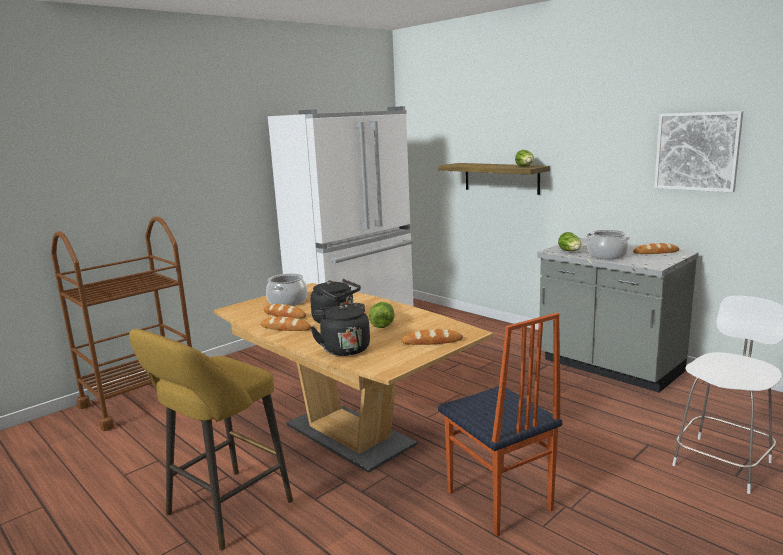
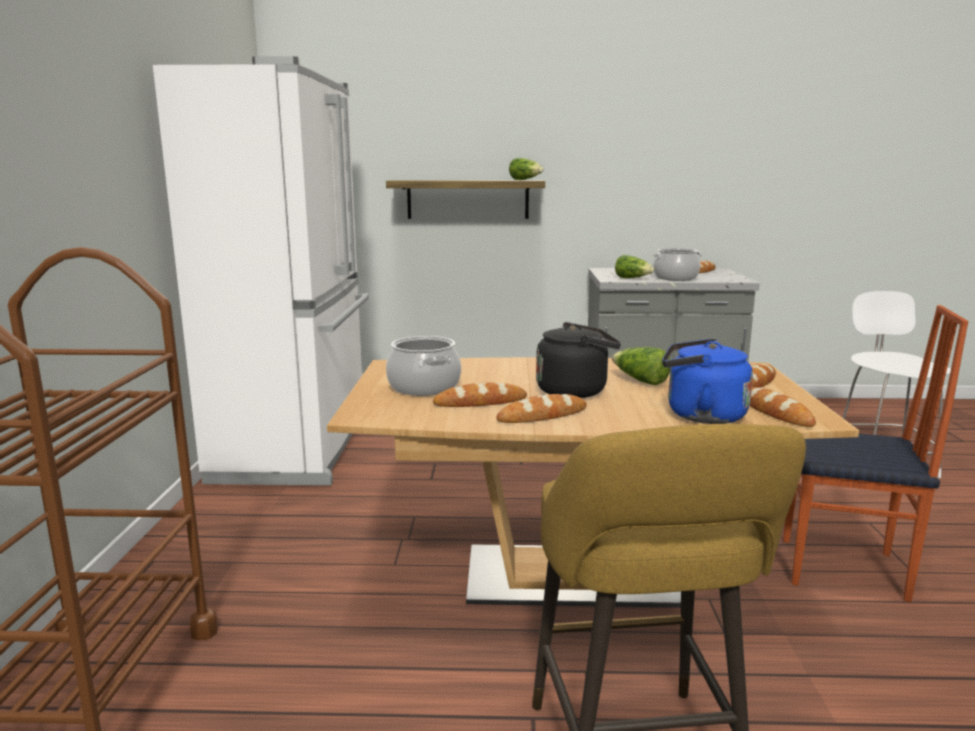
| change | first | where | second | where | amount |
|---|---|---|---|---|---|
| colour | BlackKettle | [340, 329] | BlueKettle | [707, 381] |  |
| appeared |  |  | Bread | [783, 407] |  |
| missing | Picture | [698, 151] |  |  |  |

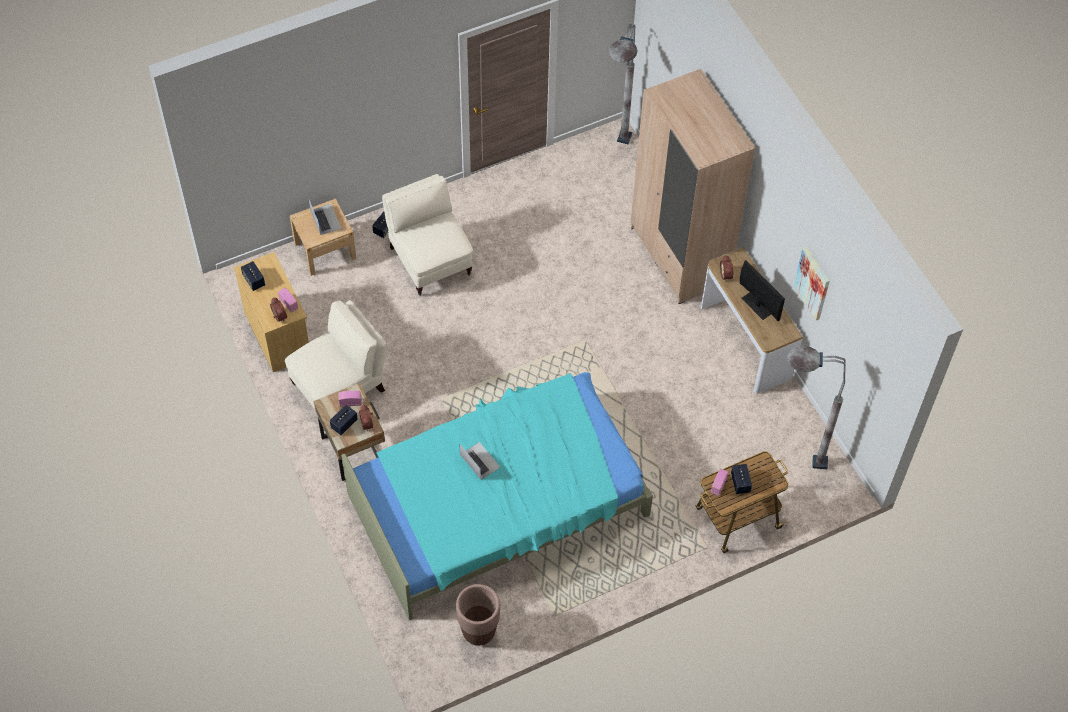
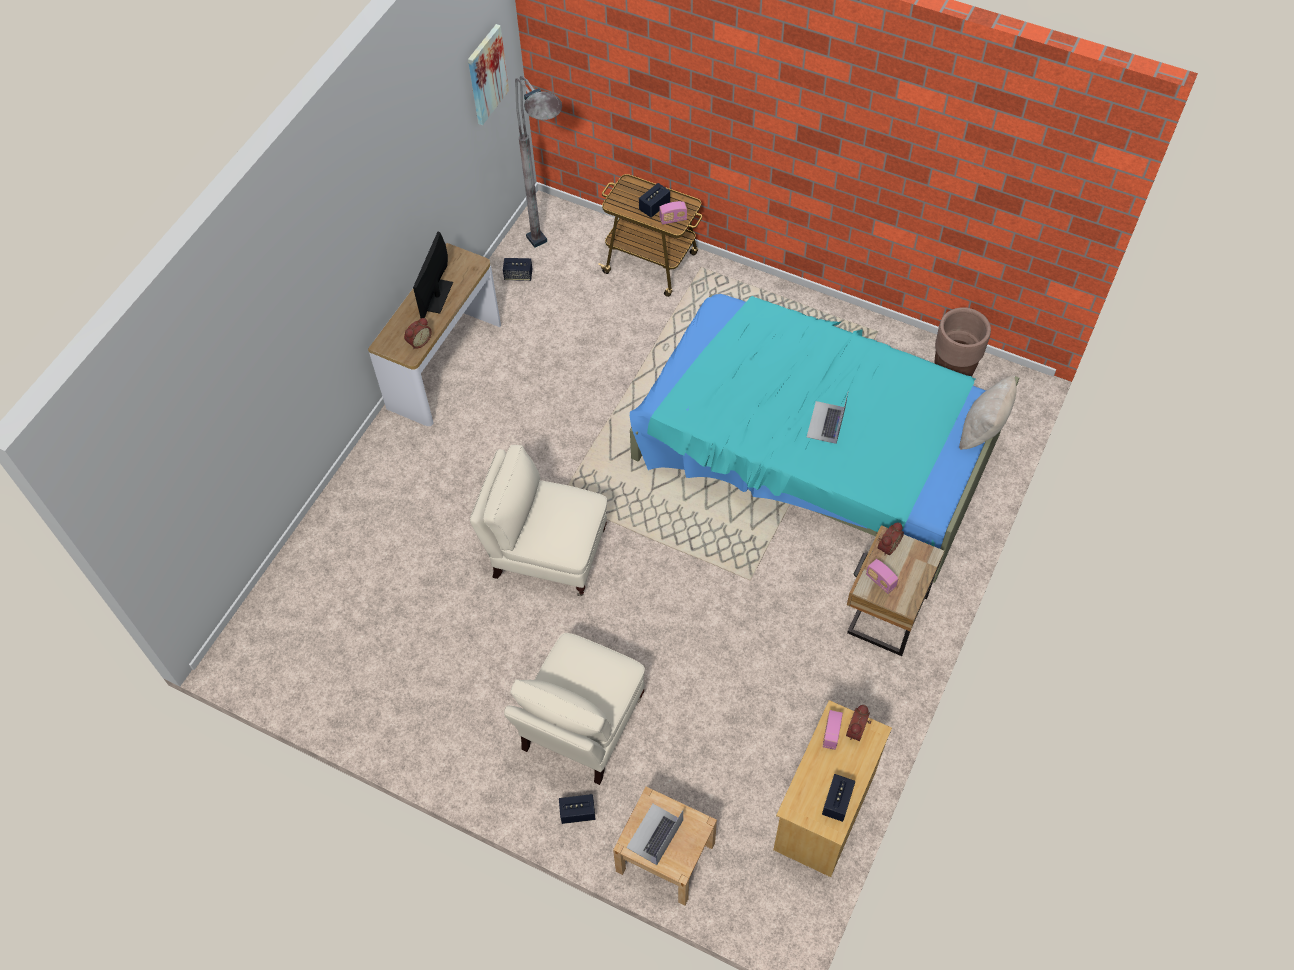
| change | first | where | second | where | amount |
|---|---|---|---|---|---|
| relocated | Picture | [811, 283] |  | [488, 74] |  |
| relocated | BeigeArmchair | [336, 354] |  | [538, 520] |  |
| relocated | Speaker | [344, 420] |  | [517, 269] |  |
| appeared |  |  | BeigePillow | [988, 413] |  |
| missing | GreyFloorLamp | [623, 84] |  |  |  |
| missing | BeigeWardrobe | [693, 186] |  |  |  |

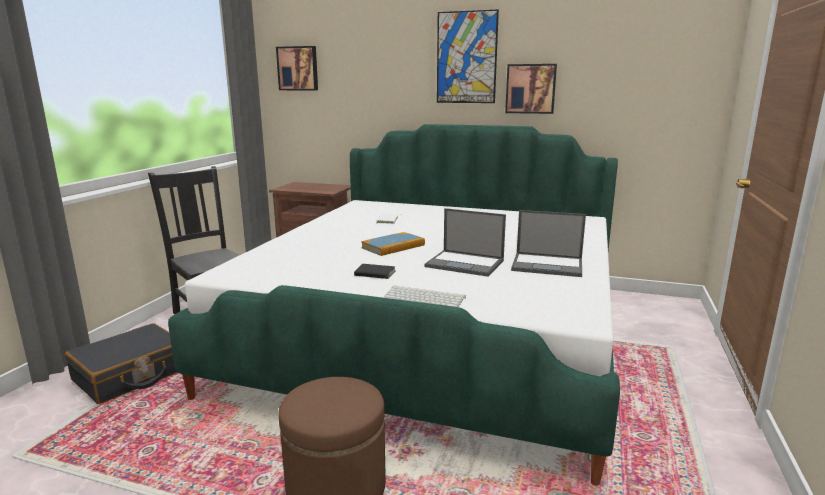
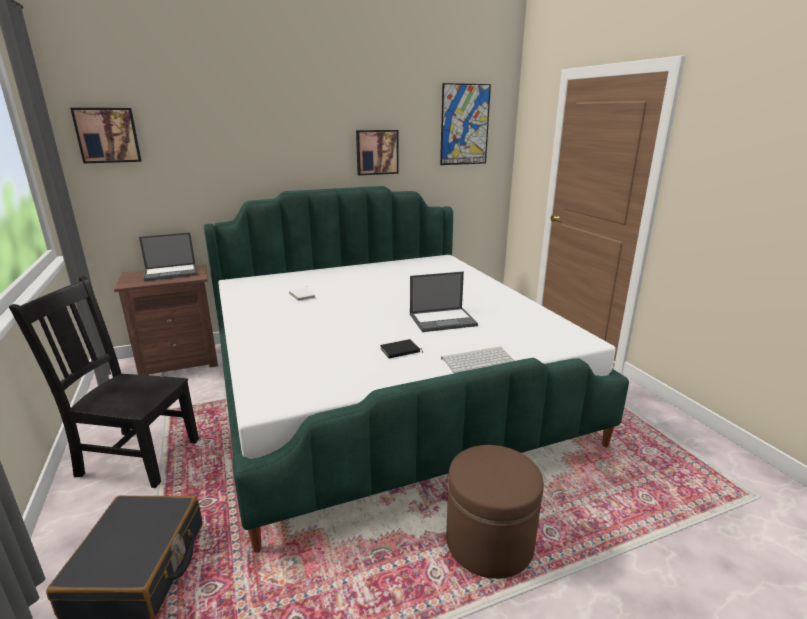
| change | first | where | second | where | amount |
|---|---|---|---|---|---|
| relocated | Laptop | [548, 243] |  | [168, 256] |  |
| relocated | Picture | [468, 56] |  | [465, 124] |  |
| missing | Book | [393, 244] |  |  |  |

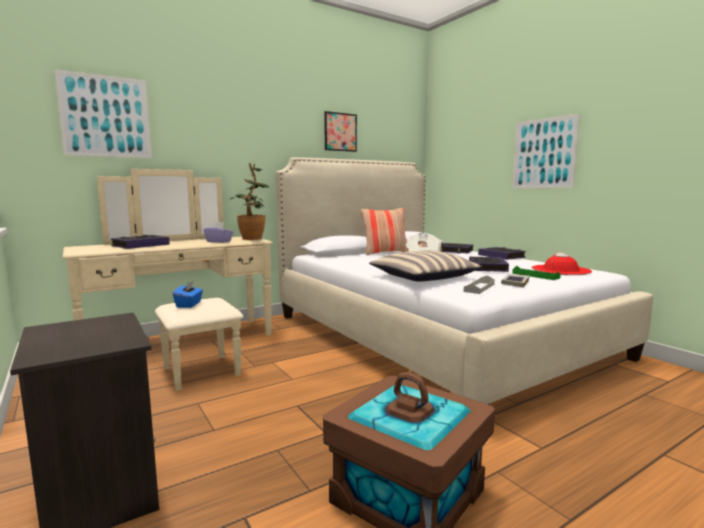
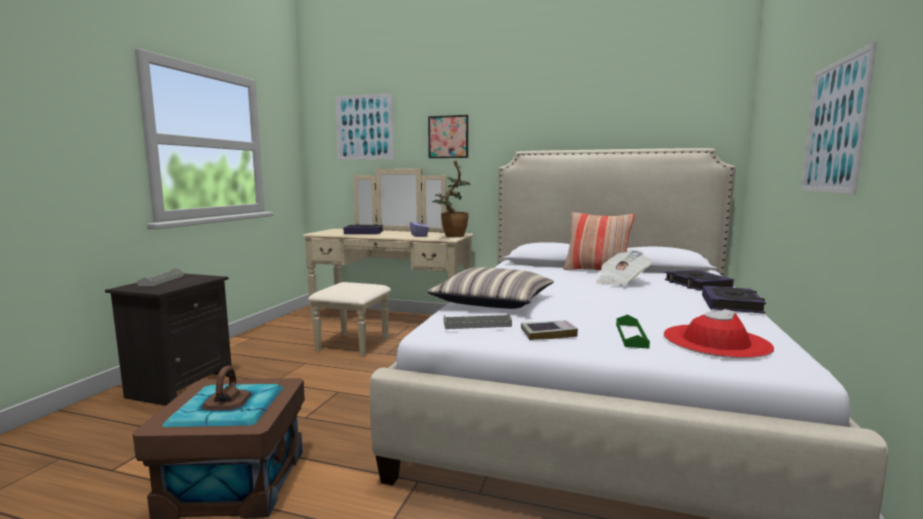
| change | first | where | second | where | amount |
|---|---|---|---|---|---|
| appeared |  |  | GreyTray | [160, 277] |  |
| relocated | Picture | [340, 131] |  | [448, 136] |  |
| missing | BlueTissueBox | [188, 294] |  |  |  |
| missing | Book | [489, 264] |  |  |  |

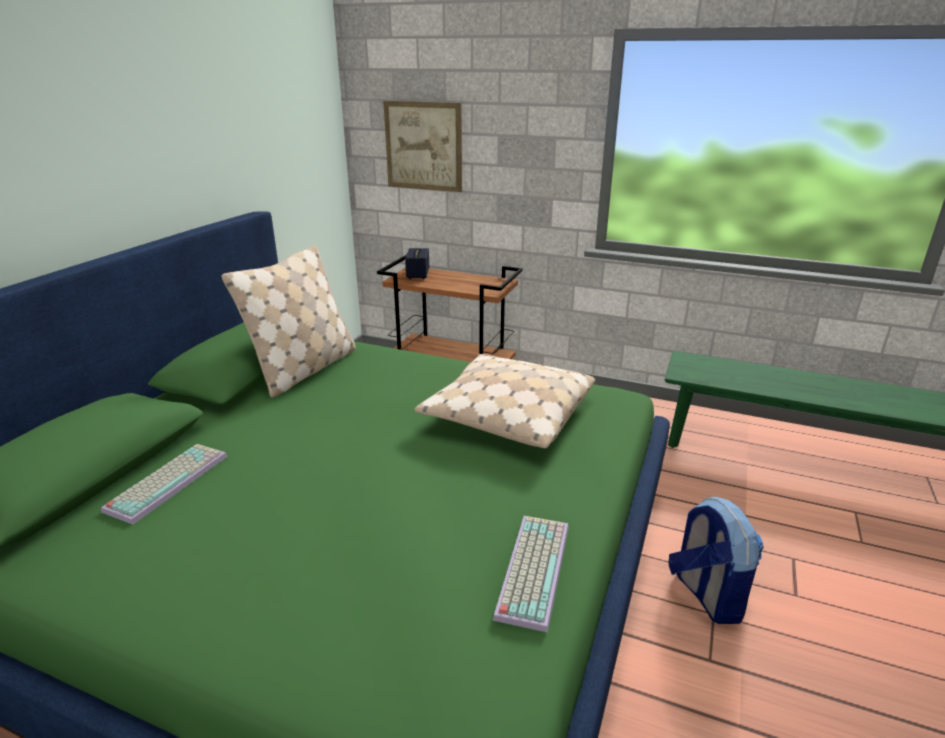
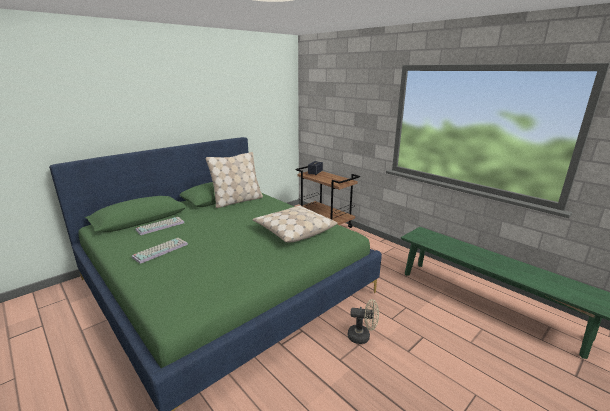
| change | first | where | second | where | amount |
|---|---|---|---|---|---|
| relocated | Keyboard | [531, 574] |  | [160, 251] |  |
| exchanged | Backpack | [716, 560] | BeigeFan | [363, 321] |  |
| missing | Picture | [422, 146] |  |  |  |

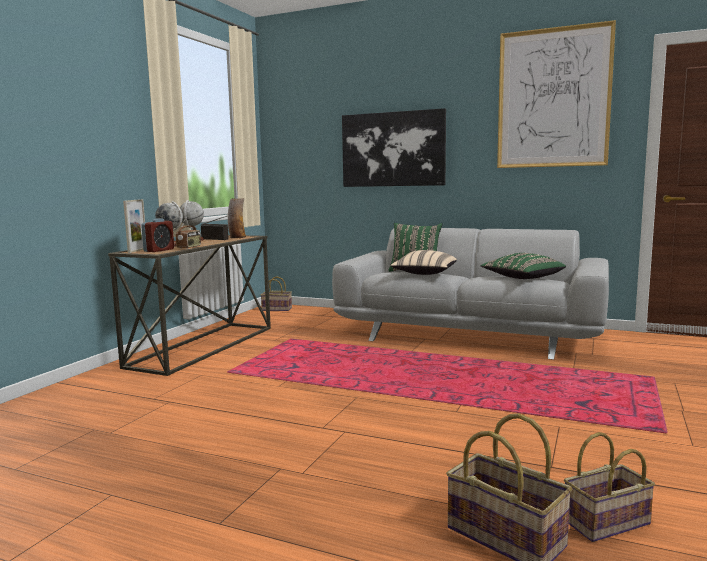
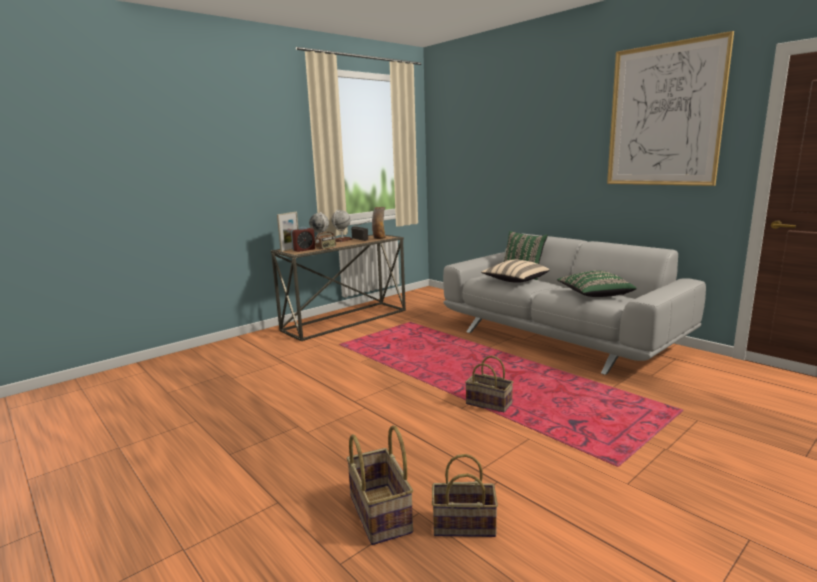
| change | first | where | second | where | amount |
|---|---|---|---|---|---|
| relocated | Basket | [276, 293] |  | [489, 383] |  |
| missing | Picture | [394, 147] |  |  |  |

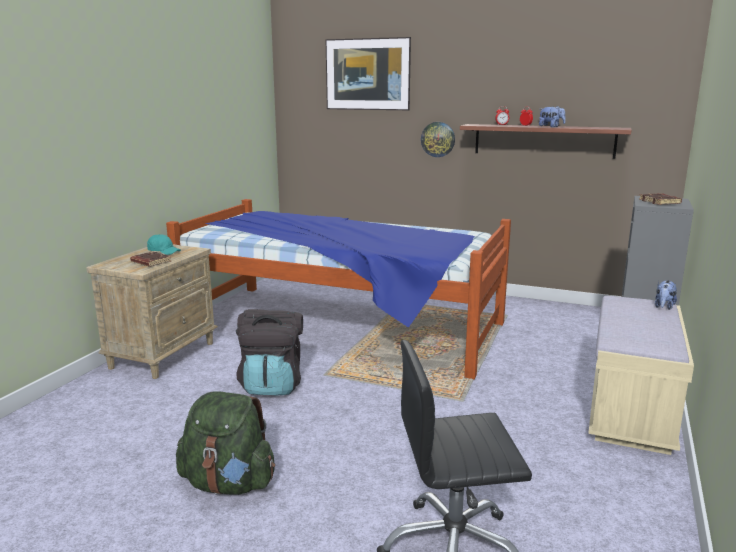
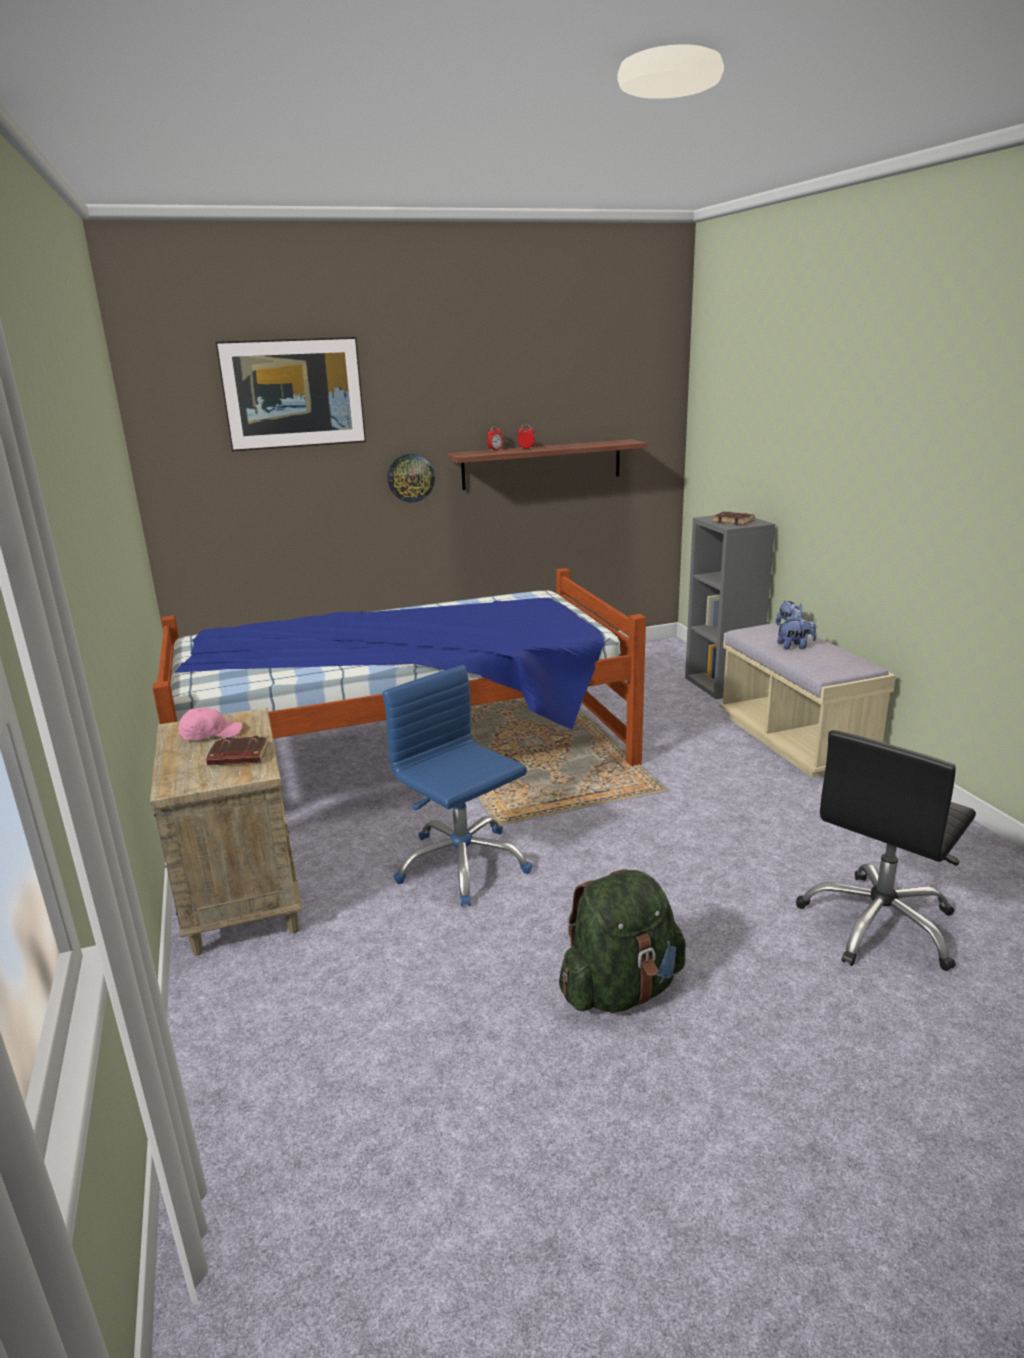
| change | first | where | second | where | amount |
|---|---|---|---|---|---|
| colour | TurquoiseCap | [164, 244] | PinkCap | [210, 723] |  |
| exchanged | BlackBackpack | [269, 352] | BlueOfficeChair | [457, 786] |  |
| relocated | PlushToy | [552, 116] |  | [796, 632] |  |

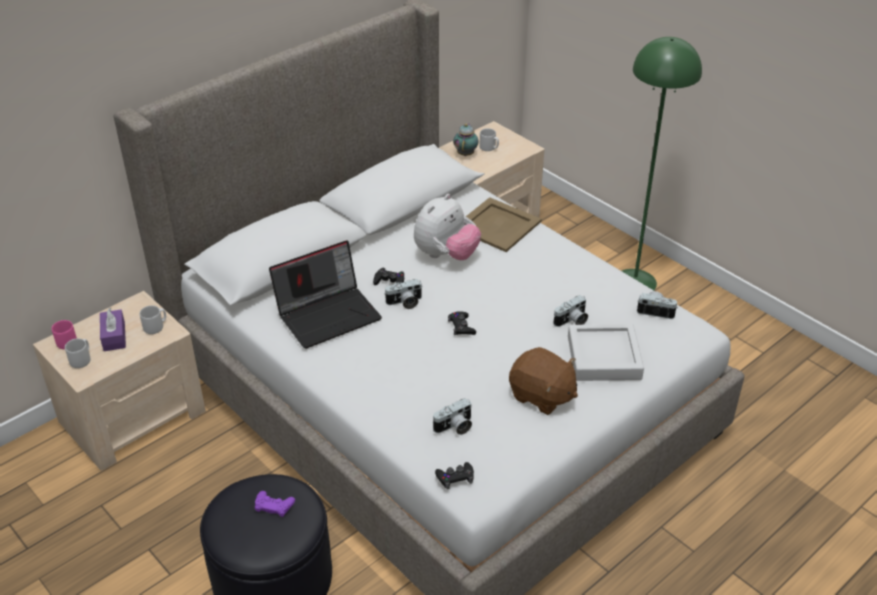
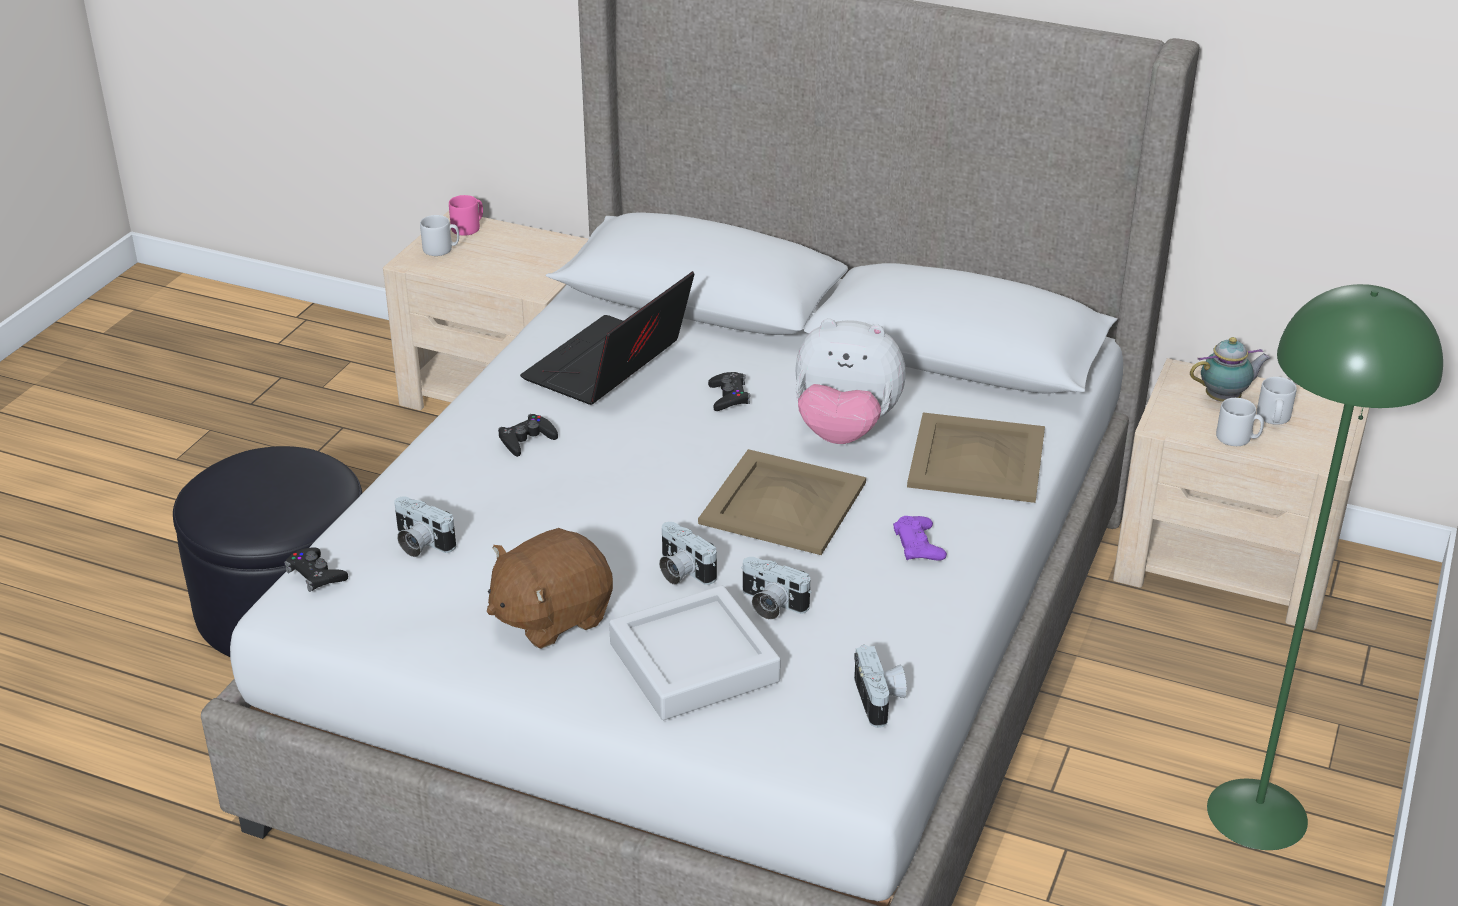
| change | first | where | second | where | amount |
|---|---|---|---|---|---|
| spun | BrownPlushToy | [543, 381] |  | [550, 588] | 45 degrees clockwise |
| relocated | BlackGameController | [462, 323] |  | [528, 435] |  |
| spun | Laptop | [325, 294] |  | [607, 338] | 90 degrees clockwise |
| relocated | PhotoCamera | [403, 294] |  | [688, 553] |  |
| appeared |  |  | BeigeTray | [782, 502] |  |
| relocated | PurpleGameController | [275, 504] |  | [920, 538] |  |
| relocated | GreyMug | [152, 319] |  | [1240, 422] |  |
| missing | PurpleTissueBox | [113, 329] |  |  |  |

